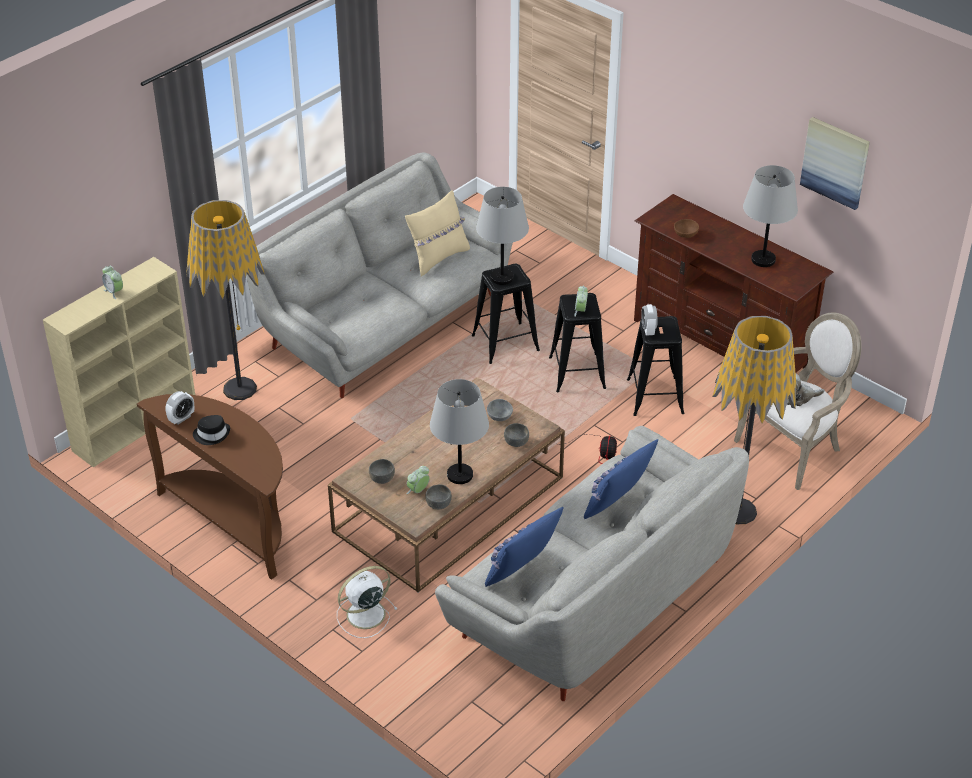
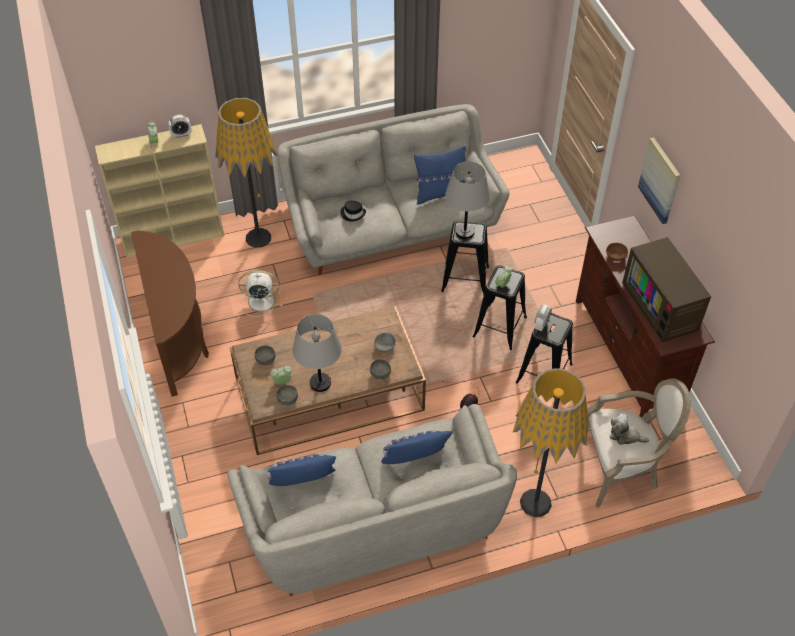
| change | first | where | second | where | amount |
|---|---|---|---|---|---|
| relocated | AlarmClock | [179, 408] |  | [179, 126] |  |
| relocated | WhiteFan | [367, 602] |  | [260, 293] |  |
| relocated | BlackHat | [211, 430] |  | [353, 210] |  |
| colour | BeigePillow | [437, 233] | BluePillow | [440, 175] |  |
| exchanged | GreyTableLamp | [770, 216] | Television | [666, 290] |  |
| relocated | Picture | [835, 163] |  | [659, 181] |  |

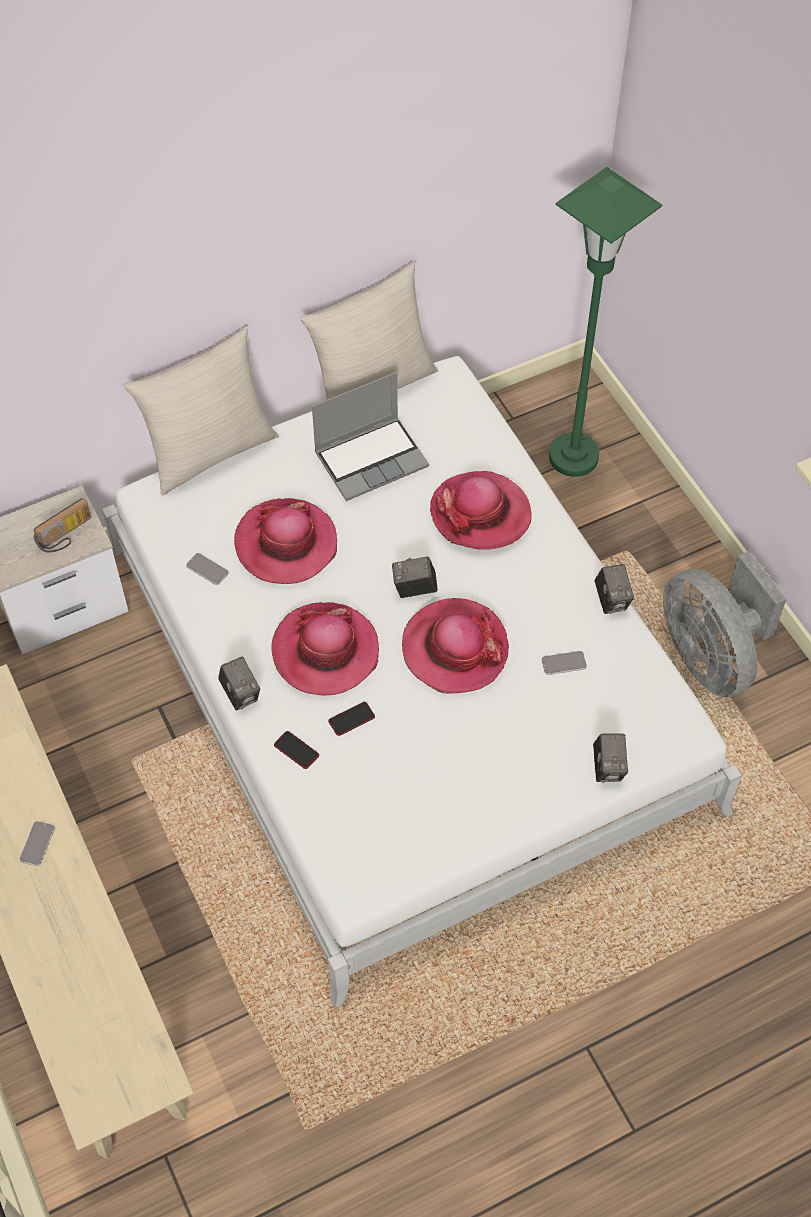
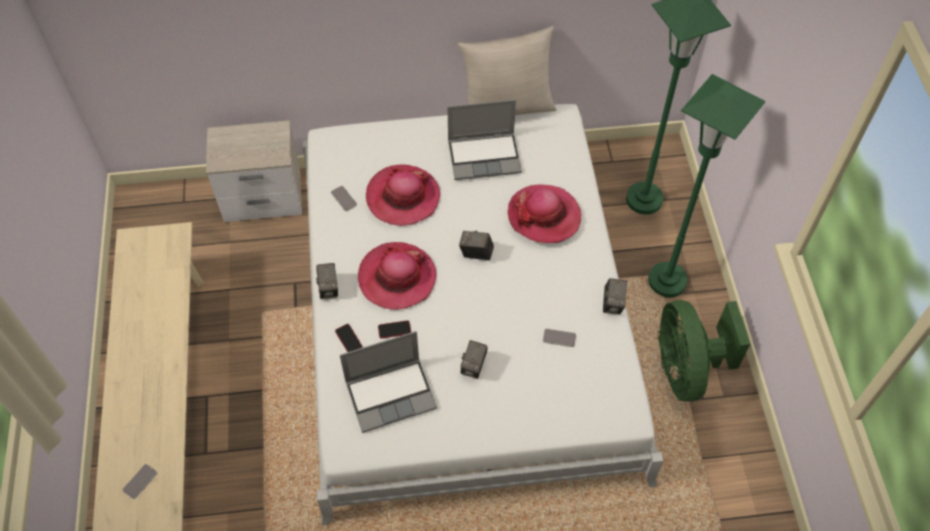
| change | first | where | second | where | amount |
|---|---|---|---|---|---|
| relocated | Phone | [37, 843] |  | [139, 481] |  |
| appeared |  |  | Laptop | [388, 382] |  |
| relocated | PhotoCamera | [610, 758] |  | [474, 359] |  |
| appeared |  |  | GreenFloorLamp | [707, 186] |  |
| colour | GreyFan | [725, 624] | GreenFan | [704, 351] |  |
| missing | Radio | [62, 525] |  |  |  |
| missing | BeigePillow | [201, 411] |  |  |  |
| missing | Hat | [455, 646] |  |  |  |

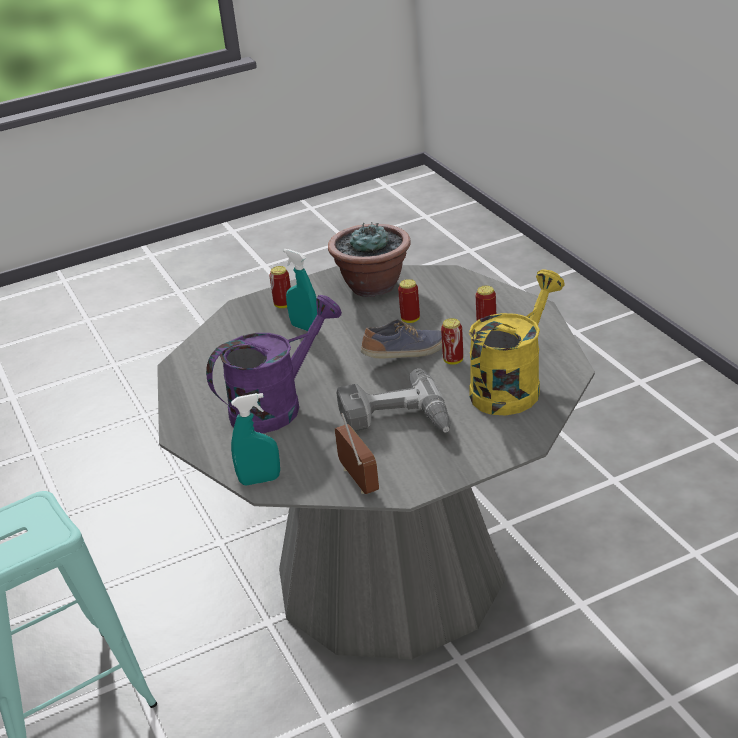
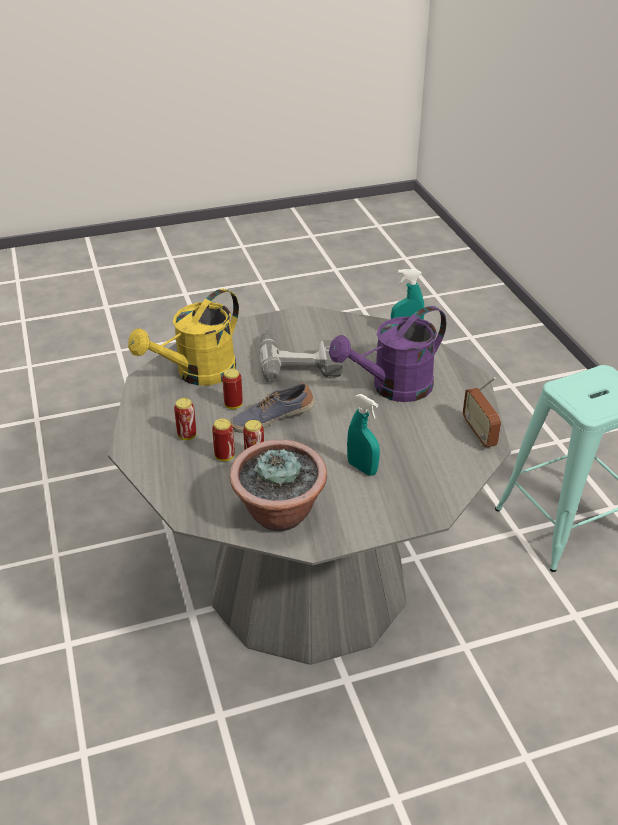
| change | first | where | second | where | amount |
|---|---|---|---|---|---|
| relocated | Can | [280, 287] |  | [223, 439] |  |
| relocated | Radio | [357, 453] |  | [482, 412] |  |

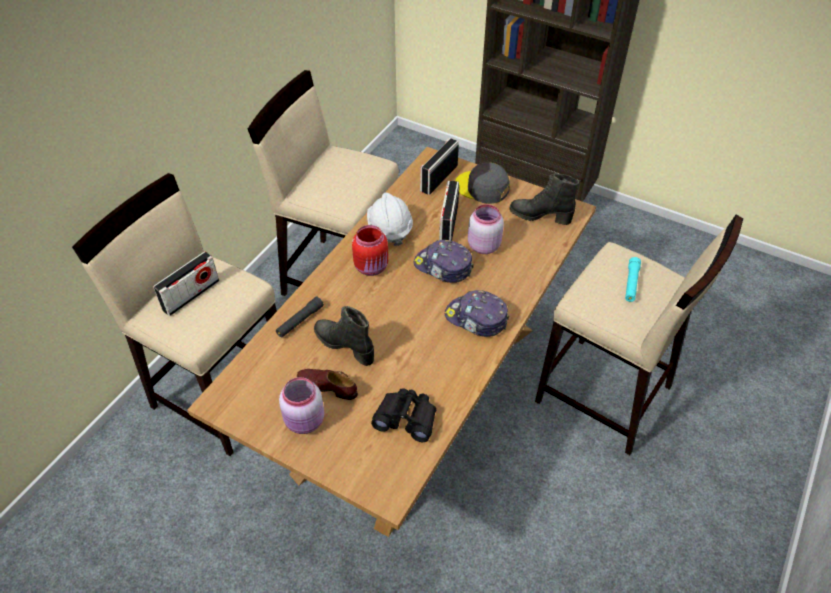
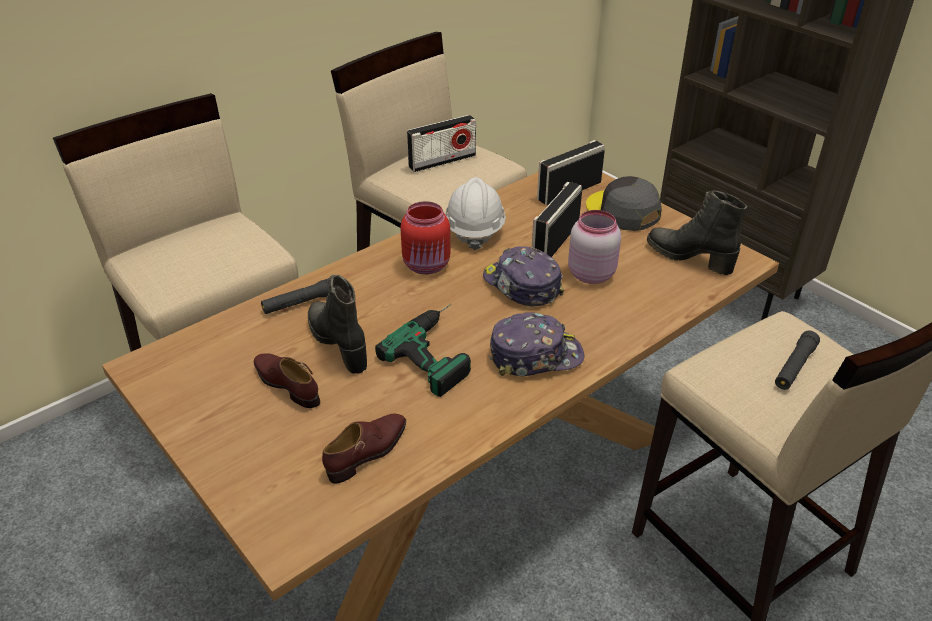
| change | first | where | second | where | amount |
|---|---|---|---|---|---|
| exchanged | BlackBinoculars | [403, 415] | BrownShoe | [364, 449] |  |
| appeared |  |  | PowerDrill | [423, 350] |  |
| relocated | Radio | [186, 283] |  | [441, 143] |  |
| spun | Cap | [477, 313] |  | [536, 344] | 120 degrees clockwise |
| colour | TurquoiseFlashlight | [633, 279] | BlackFlashlight | [797, 360] |  |
| missing | PinkJar | [301, 405] |  |  |  |

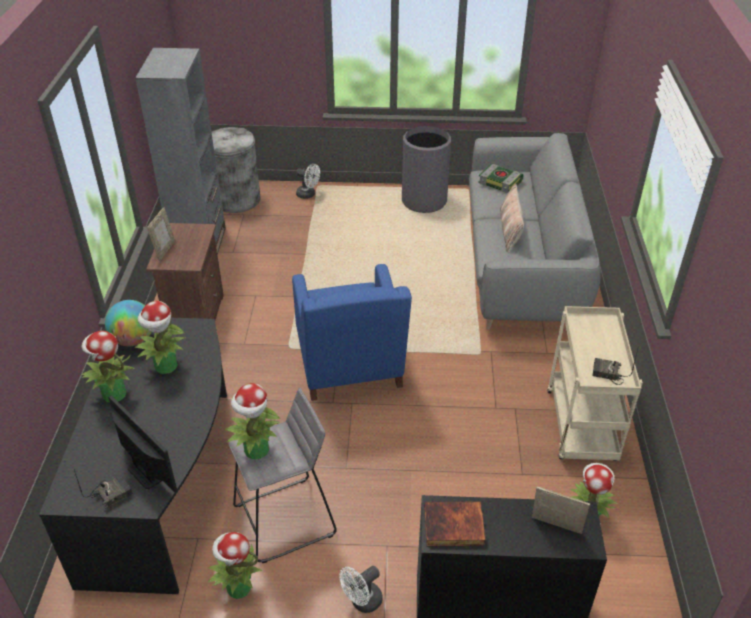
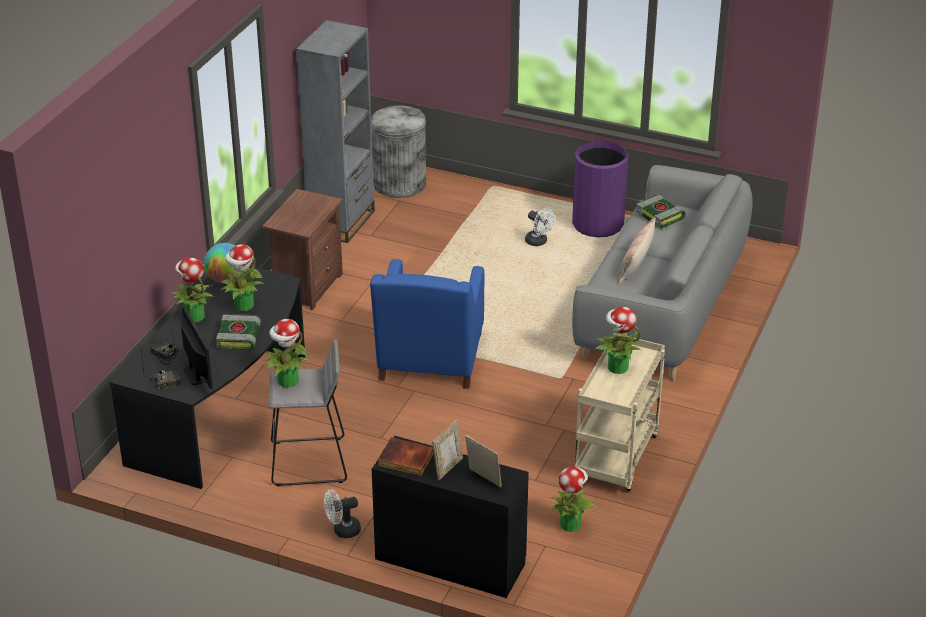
| change | first | where | second | where | amount |
|---|---|---|---|---|---|
| relocated | Radio | [615, 367] |  | [165, 347] |  |
| appeared |  |  | Book | [238, 332] |  |
| relocated | PictureFrame | [161, 234] |  | [447, 450] |  |
| relocated | WhiteFan | [308, 181] |  | [540, 227] |  |
| colour | GreyTrashCan | [426, 169] | PurpleTrashCan | [600, 189] |  |
| relocated | PottedPlant | [234, 565] |  | [618, 340] |  |

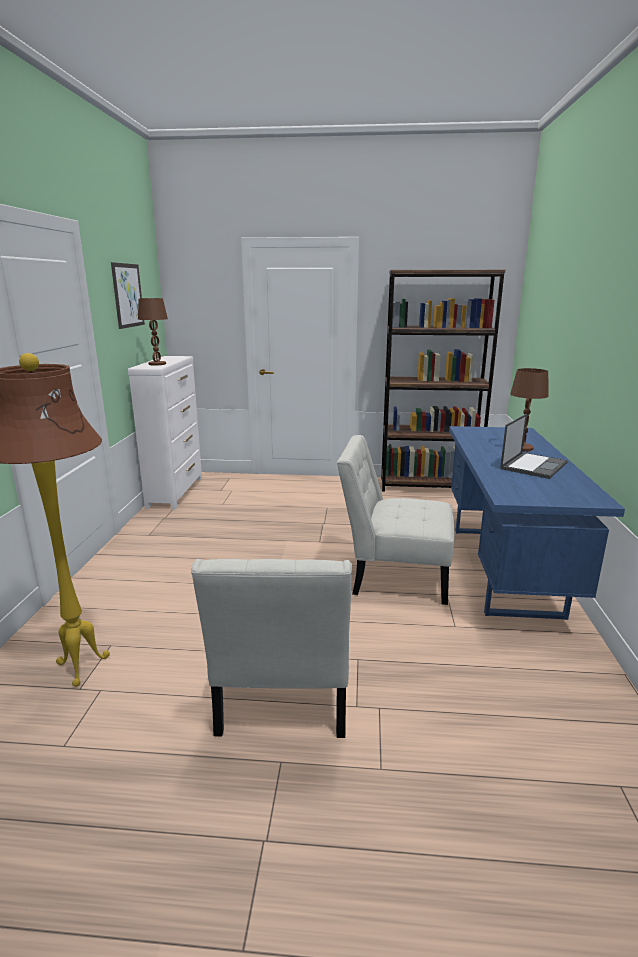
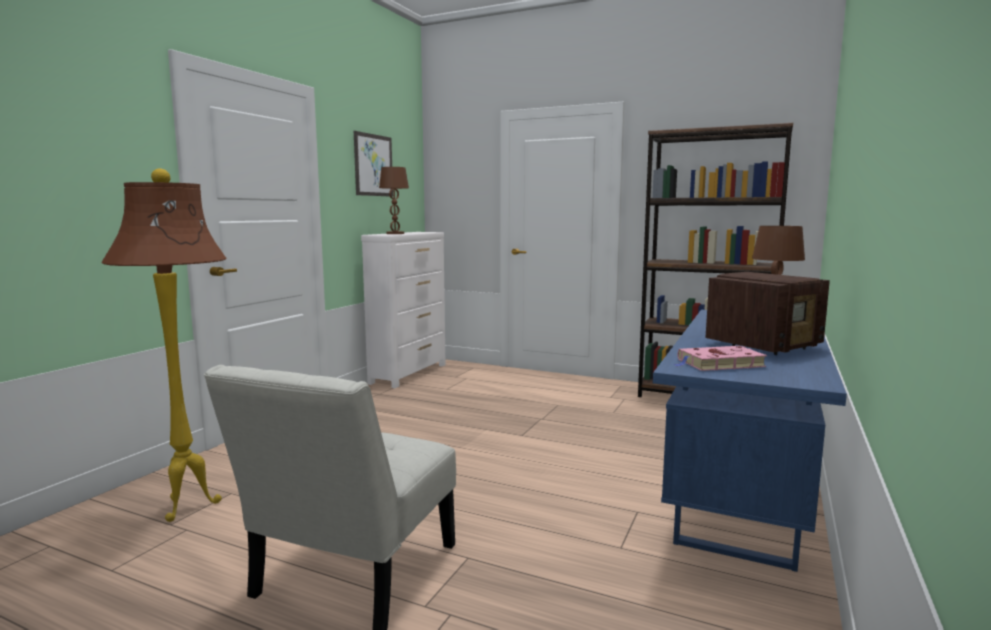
| change | first | where | second | where | amount |
|---|---|---|---|---|---|
| appeared |  |  | PinkBook | [720, 358] |  |
| exchanged | Laptop | [534, 446] | Radio | [767, 313] |  |
| missing | WhiteChair | [395, 520] |  |  |  |

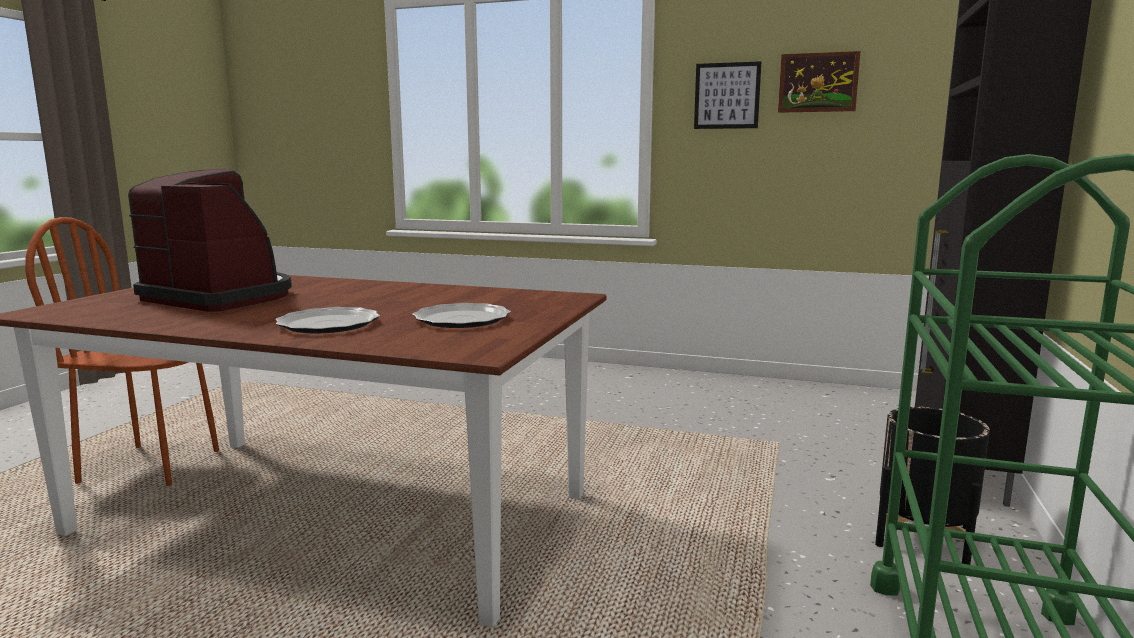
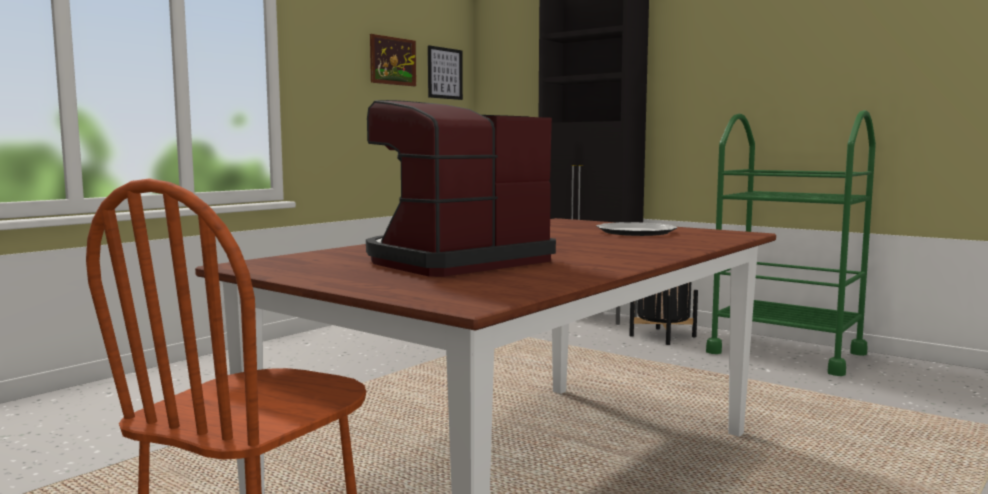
| change | first | where | second | where | amount |
|---|---|---|---|---|---|
| relocated | Picture | [727, 95] |  | [445, 72] |  |
| missing | Plate | [327, 320] |  |  |  |

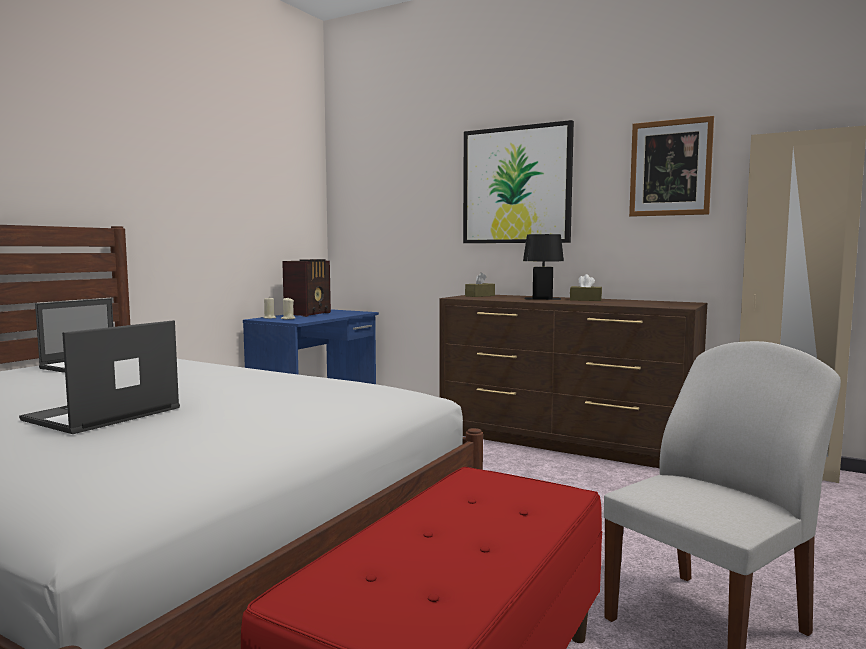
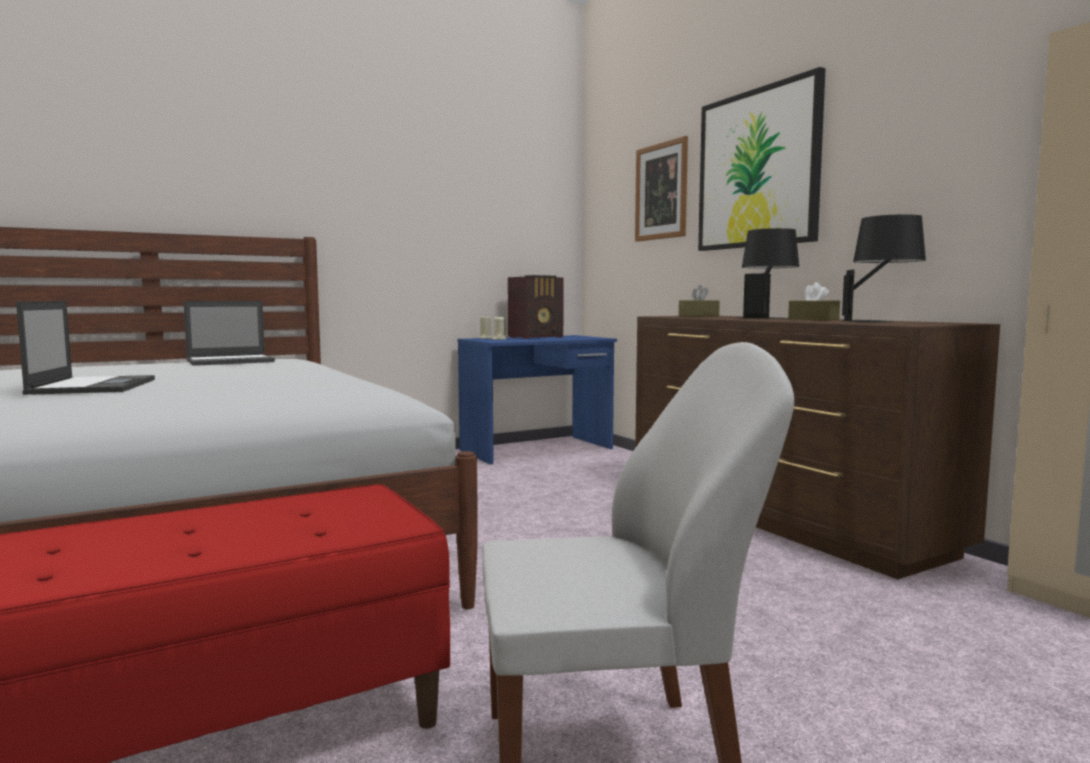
| change | first | where | second | where | amount |
|---|---|---|---|---|---|
| spun | Laptop | [99, 377] |  | [85, 348] | 105 degrees clockwise |
| relocated | Picture | [671, 166] |  | [661, 189] |  |
| appeared |  |  | BlackTableLamp | [884, 268] |  |

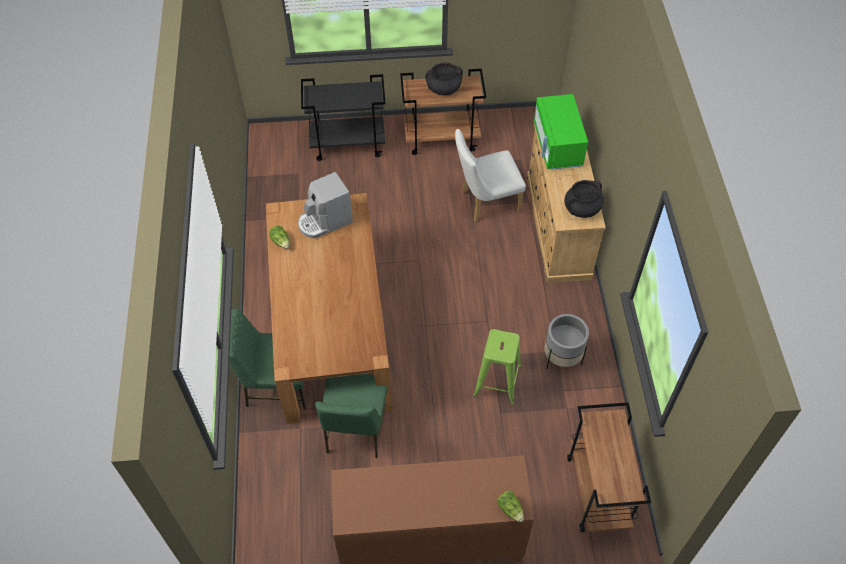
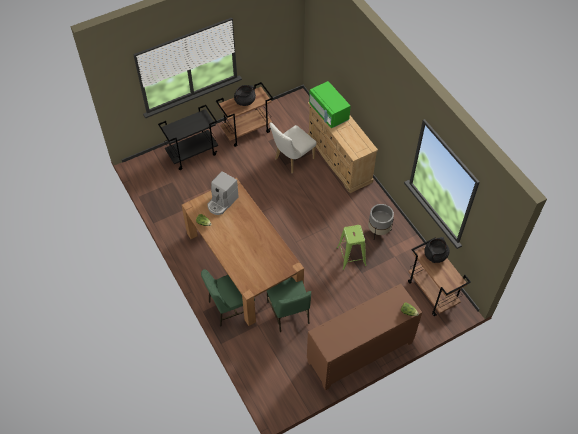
| change | first | where | second | where | amount |
|---|---|---|---|---|---|
| relocated | BlackCookingPot | [584, 199] |  | [437, 250] |  |

